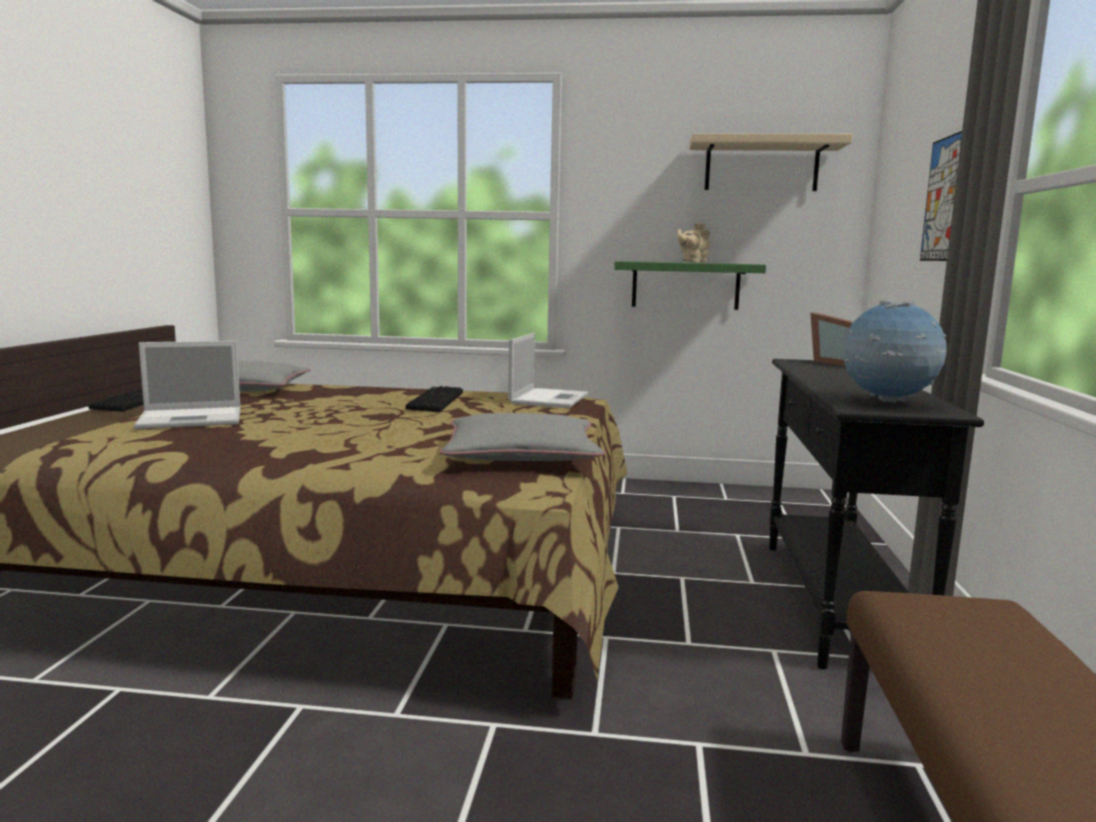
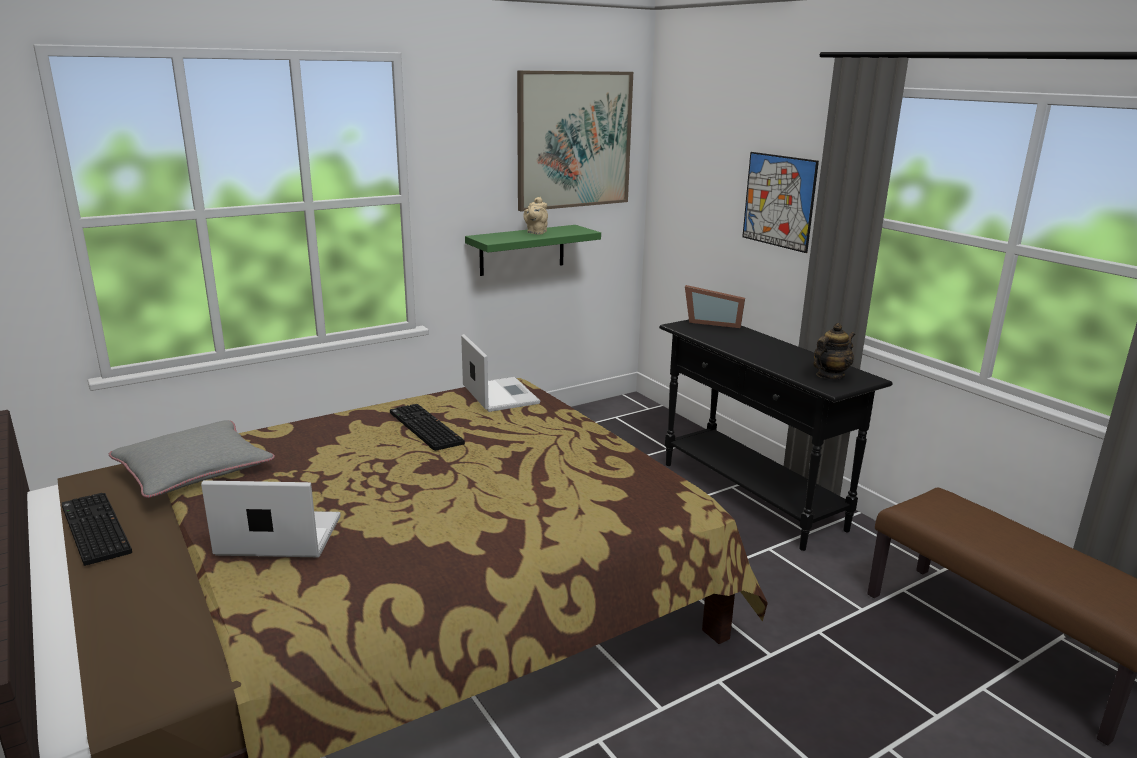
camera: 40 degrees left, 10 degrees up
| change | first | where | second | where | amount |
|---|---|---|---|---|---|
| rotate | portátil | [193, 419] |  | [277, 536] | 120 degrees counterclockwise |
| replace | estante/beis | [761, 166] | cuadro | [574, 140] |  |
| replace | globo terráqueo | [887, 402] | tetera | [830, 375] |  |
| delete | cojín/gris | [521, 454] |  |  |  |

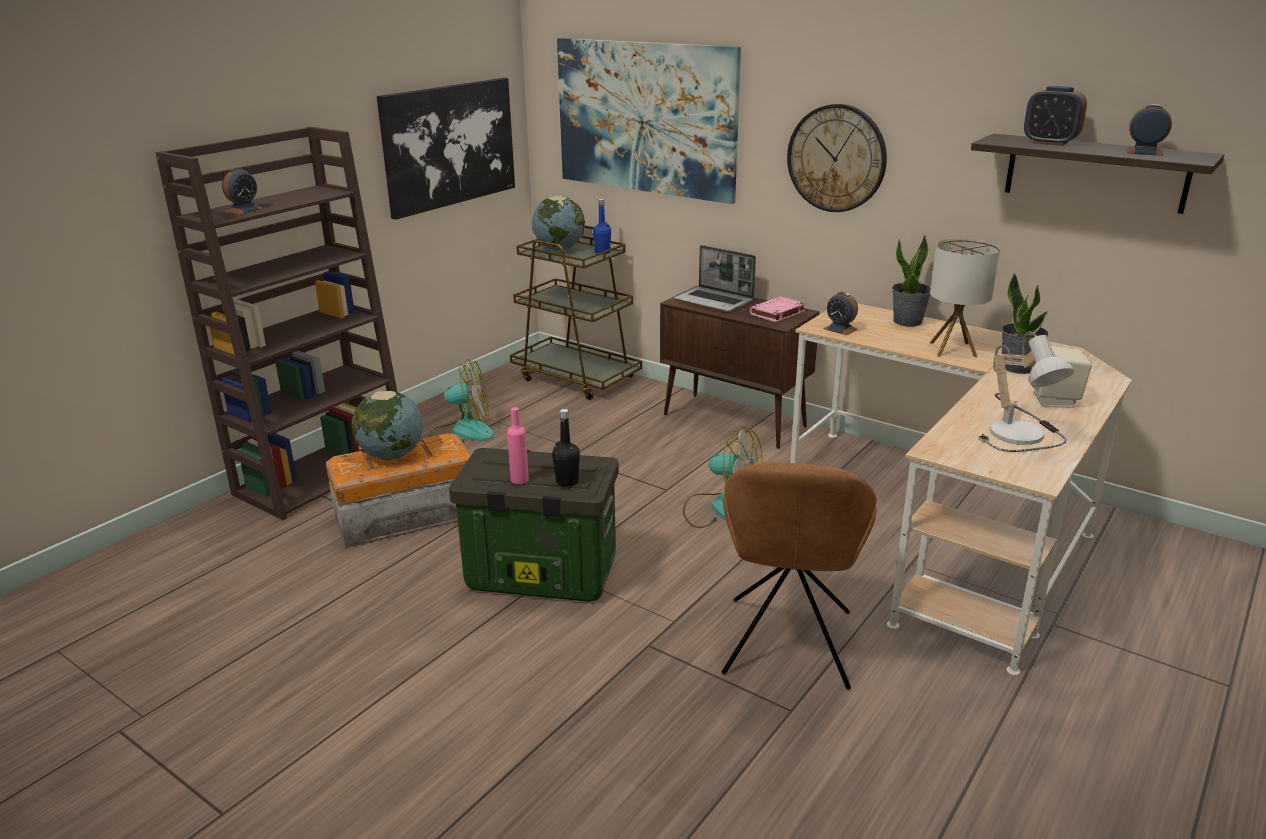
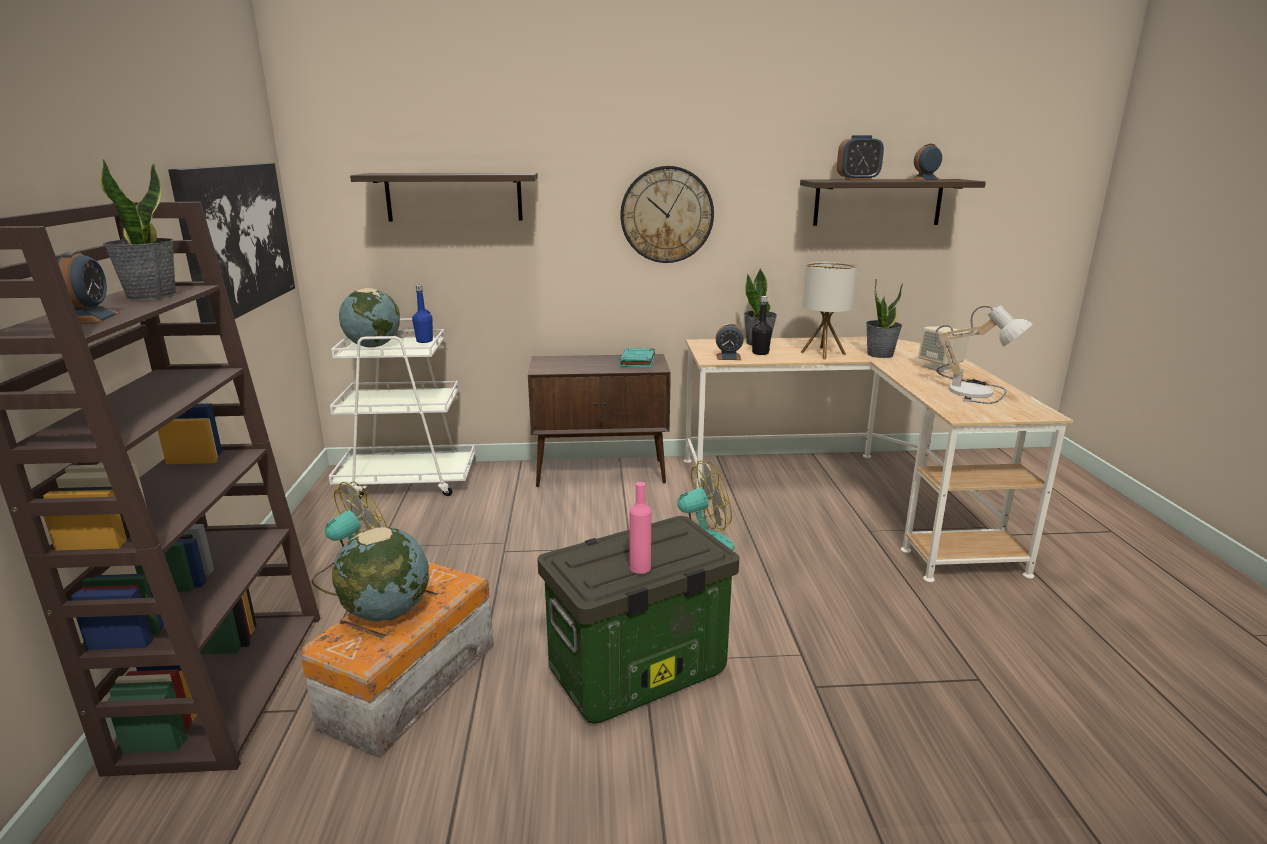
camera: 40 degrees left, 5 degrees down
| change | first | where | second | where | amount |
|---|---|---|---|---|---|
| insert |  |  | planta en maceta | [151, 296] |  |
| recolor | carrito/marrón | [576, 378] | carrito/blanco | [408, 481] |  |
| replace | cuadro | [645, 118] | estante | [454, 197] |  |
| recolor | libro/rosa | [777, 313] | libro/turquesa | [637, 361] |  |
| move | botella/negro | [567, 481] |  | [760, 353] |  |
| delete | portátil | [715, 301] |  |  |  |
| delete | silla/marrón | [787, 646] |  |  |  |

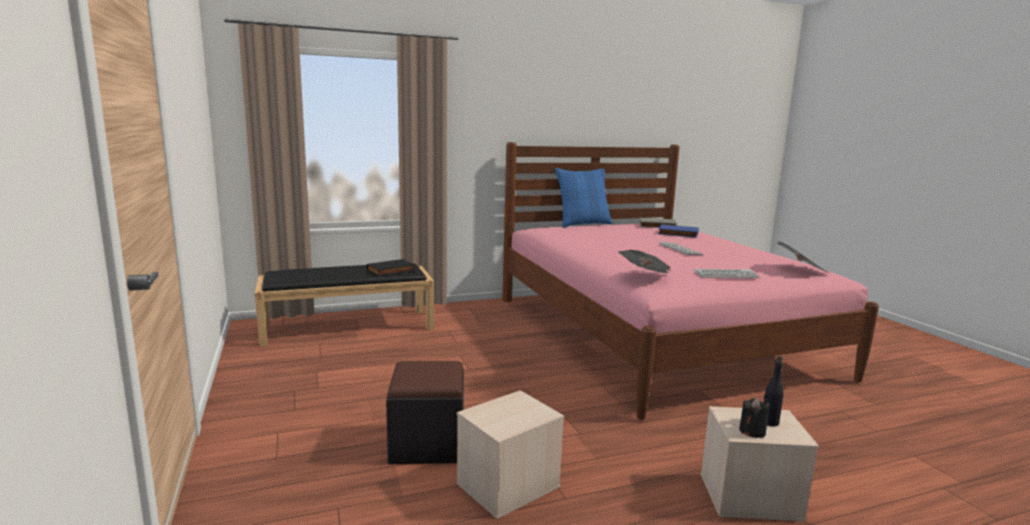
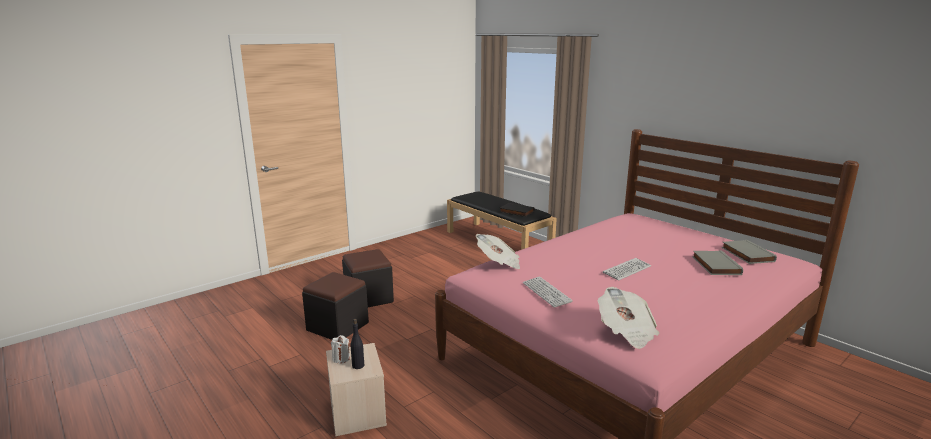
camera: 70 degrees right, 5 degrees up
| change | first | where | second | where | amount |
|---|---|---|---|---|---|
| replace | caja de almacenaje/beis | [508, 486] | puf/negro | [337, 326] |  |
| recolor | vela/negro | [752, 431] | vela/blanco | [341, 358] |  |
| recolor | libro/azul | [677, 234] | libro/gris | [714, 265] |  |
| delete | cojín/azul | [583, 224] |  |  |  |

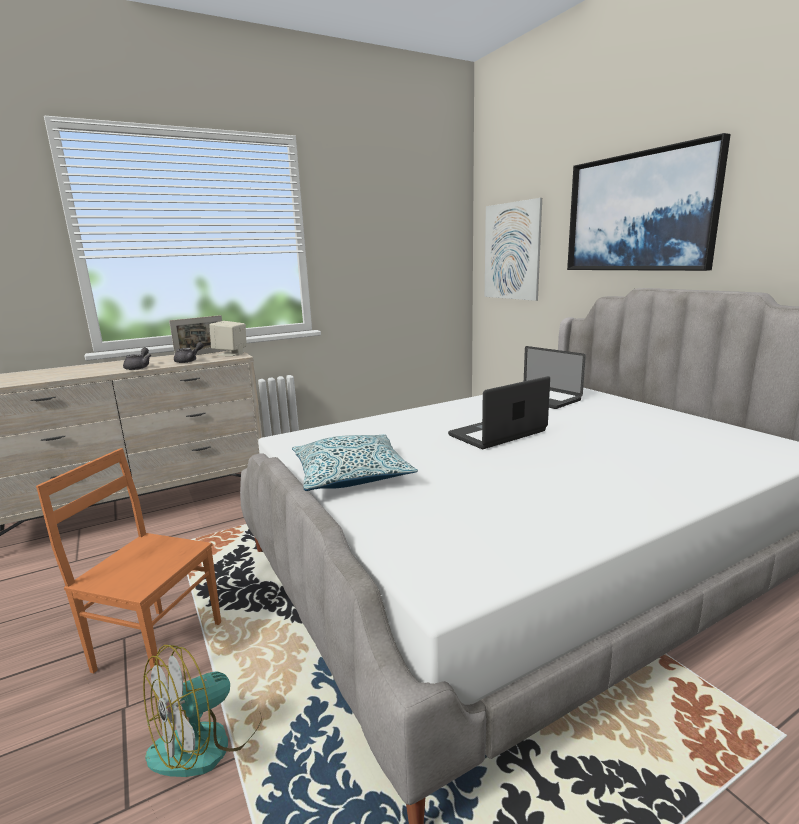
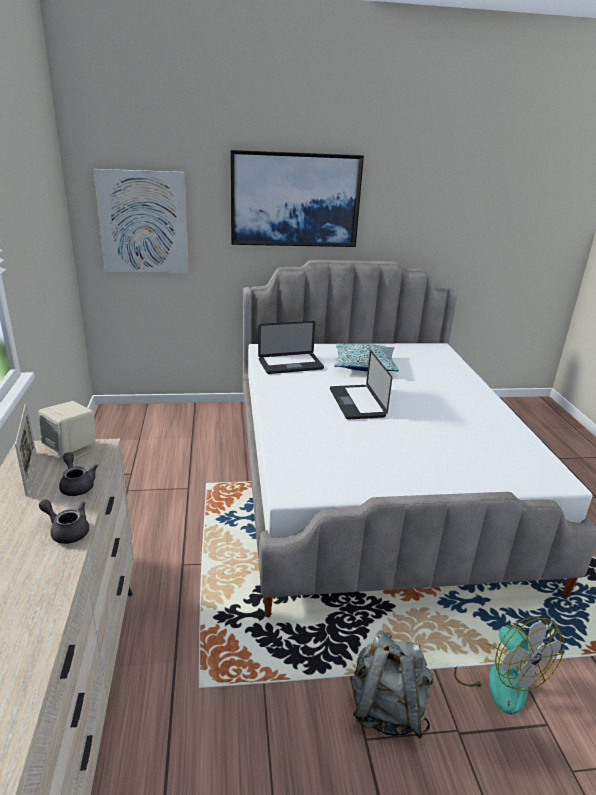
camera: 70 degrees left, 10 degrees up
| change | first | where | second | where | amount |
|---|---|---|---|---|---|
| move | cojín | [351, 475] |  | [364, 365] |  |
| replace | silla/naranja | [159, 645] | mochila/gris | [387, 708] |  |

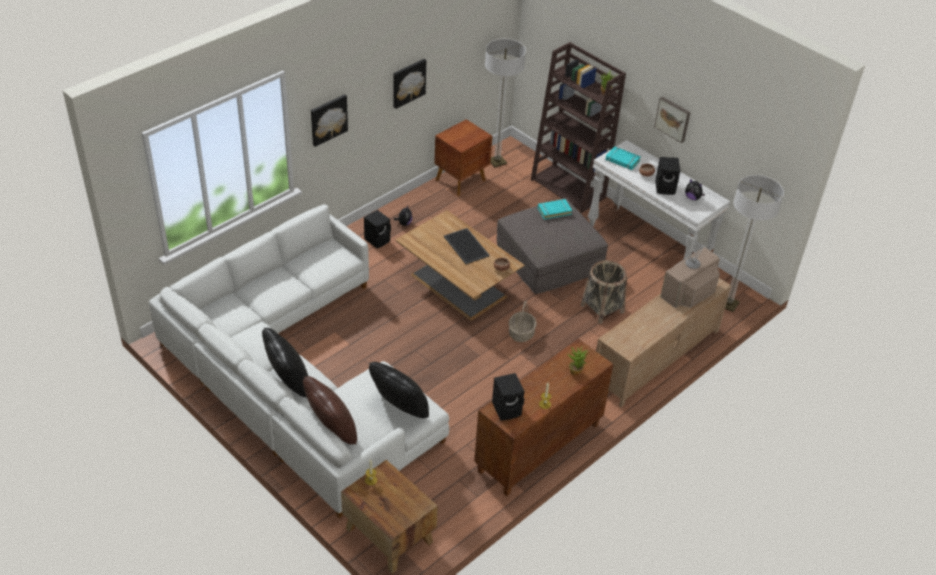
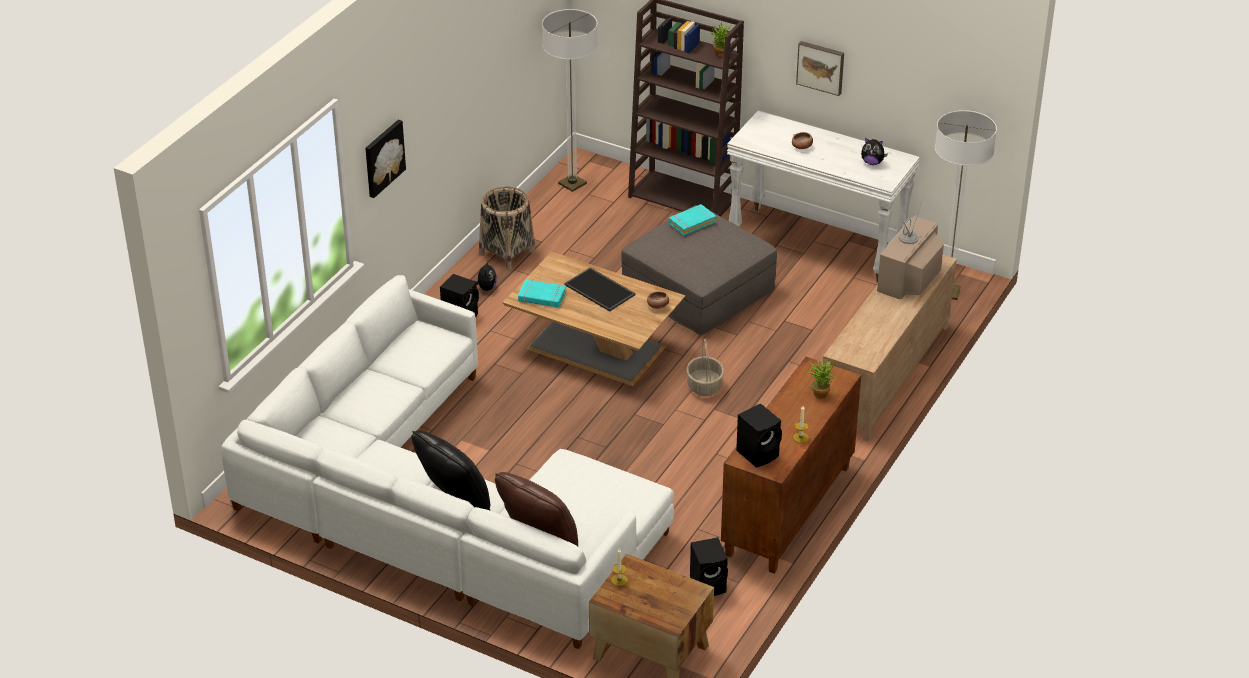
camera: 15 degrees left, 5 degrees down
| change | first | where | second | where | amount |
|---|---|---|---|---|---|
| move | cesta | [602, 308] |  | [507, 252] |  |
| move | libro/turquesa | [622, 160] |  | [542, 297] |  |
| move | altavoz/negro | [666, 188] |  | [709, 584] |  |
| delete | cojín/negro | [399, 409] |  |  |  |
| delete | cuadro | [408, 82] |  |  |  |
| delete | mesita de noche/marrón | [461, 180] |  |  |  |

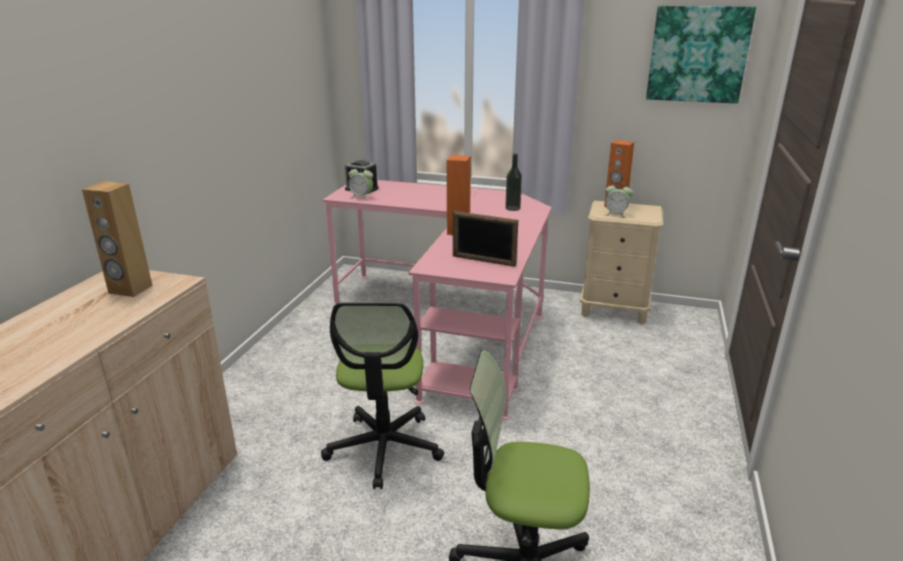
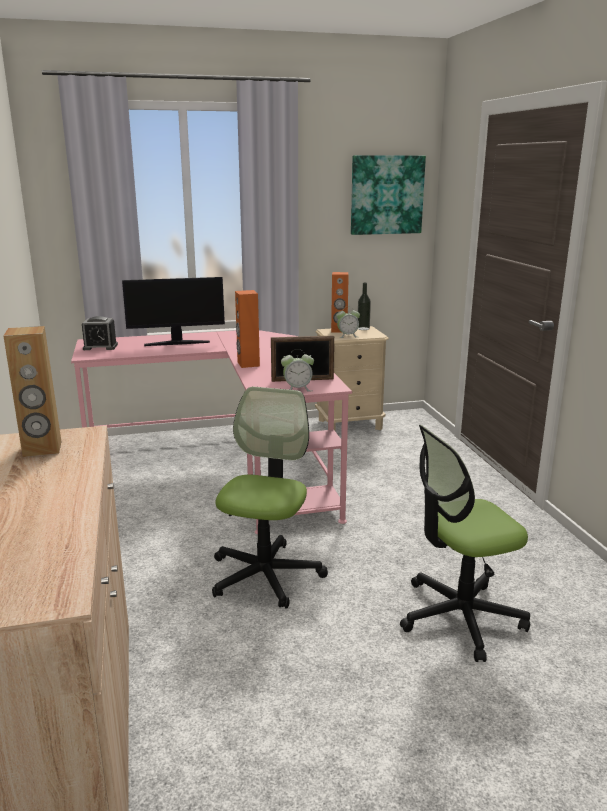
camera: 30 degrees left, 5 degrees down
| change | first | where | second | where | amount |
|---|---|---|---|---|---|
| insert |  |  | monitor | [177, 343] |  |
| rotate | silla de oficina | [384, 448] |  | [265, 575] | 135 degrees counterclockwise |
| move | despertador | [361, 197] |  | [297, 389] |  |
| move | botella | [512, 208] |  | [363, 328] |  |

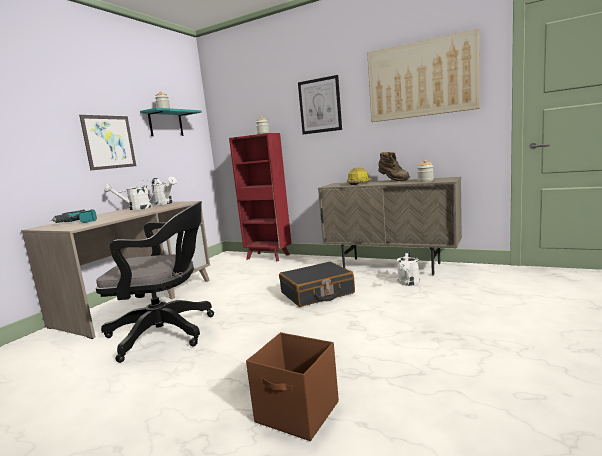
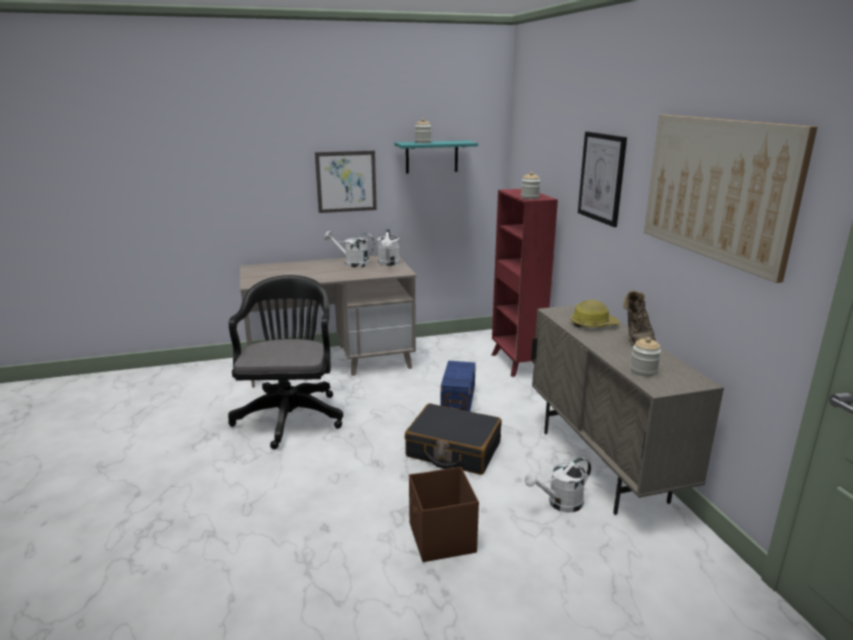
camera: 45 degrees right, 10 degrees up
| change | first | where | second | where | amount |
|---|---|---|---|---|---|
| rotate | silla de oficina/negro | [167, 333] |  | [290, 414] | 135 degrees counterclockwise |
| move | caja de almacenaje/marrón | [298, 413] |  | [441, 538] |  |
| insert |  |  | caja de almacenaje/azul | [457, 399] |  |
| delete | taladro | [77, 222] |  |  |  |

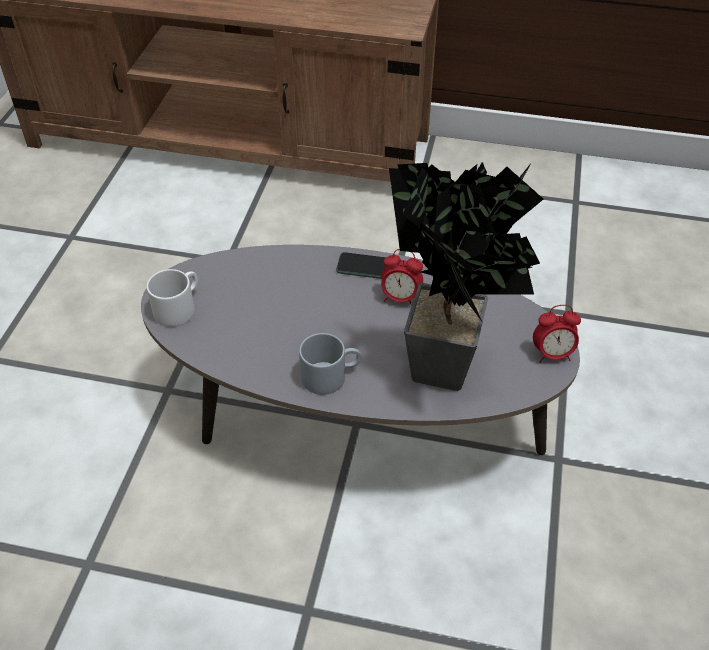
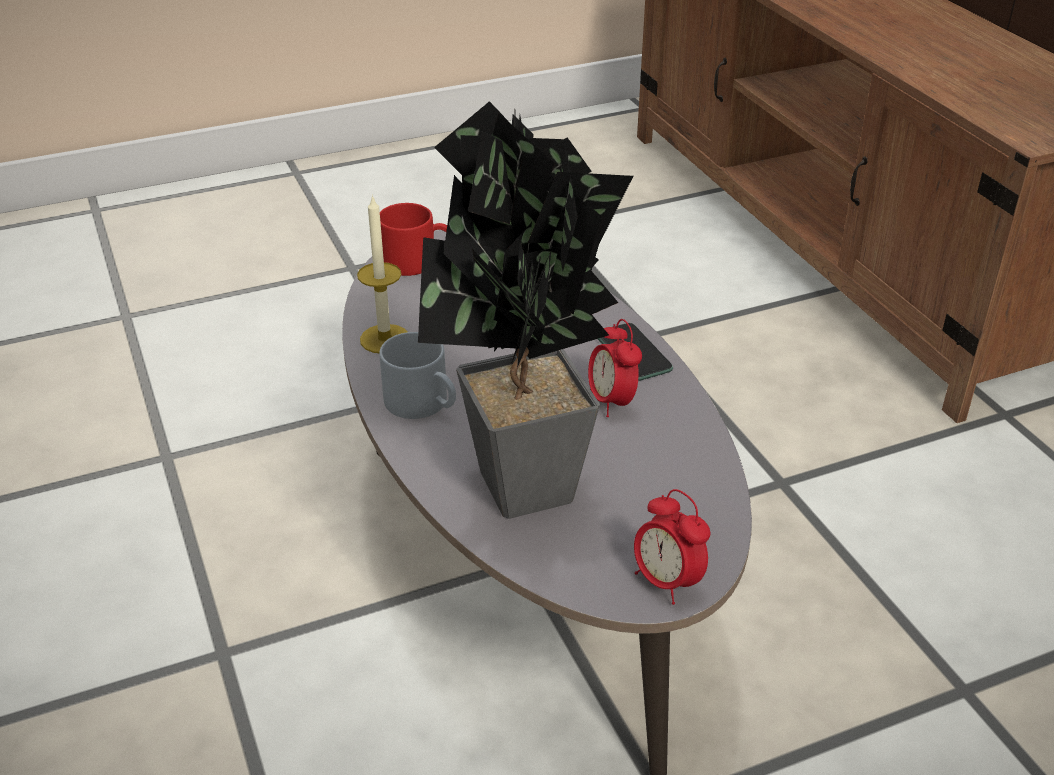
camera: 55 degrees right, 10 degrees down
| change | first | where | second | where | amount |
|---|---|---|---|---|---|
| insert |  |  | vela | [384, 339] |  |
| recolor | taza grande/blanco | [178, 307] | taza grande/rojo | [418, 261] |  |

